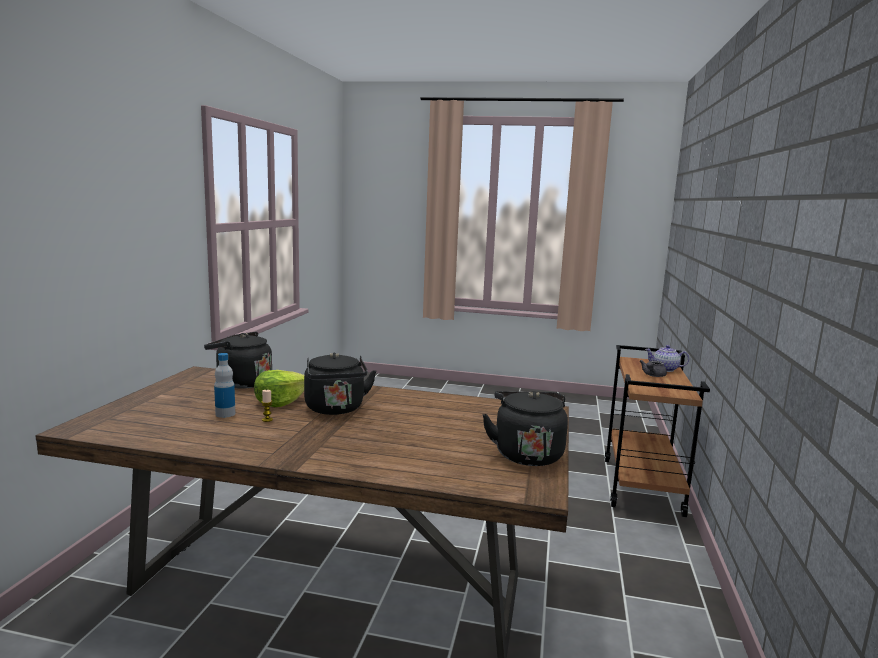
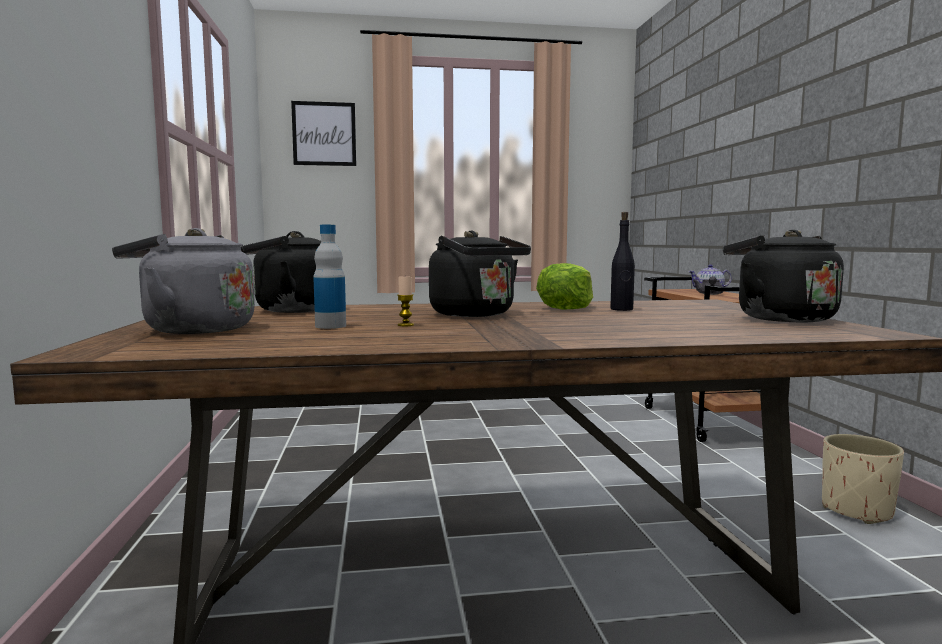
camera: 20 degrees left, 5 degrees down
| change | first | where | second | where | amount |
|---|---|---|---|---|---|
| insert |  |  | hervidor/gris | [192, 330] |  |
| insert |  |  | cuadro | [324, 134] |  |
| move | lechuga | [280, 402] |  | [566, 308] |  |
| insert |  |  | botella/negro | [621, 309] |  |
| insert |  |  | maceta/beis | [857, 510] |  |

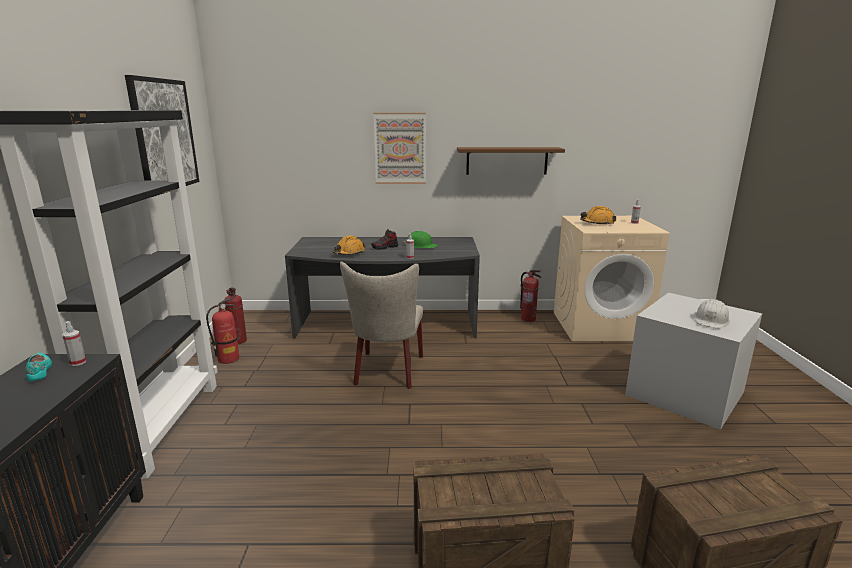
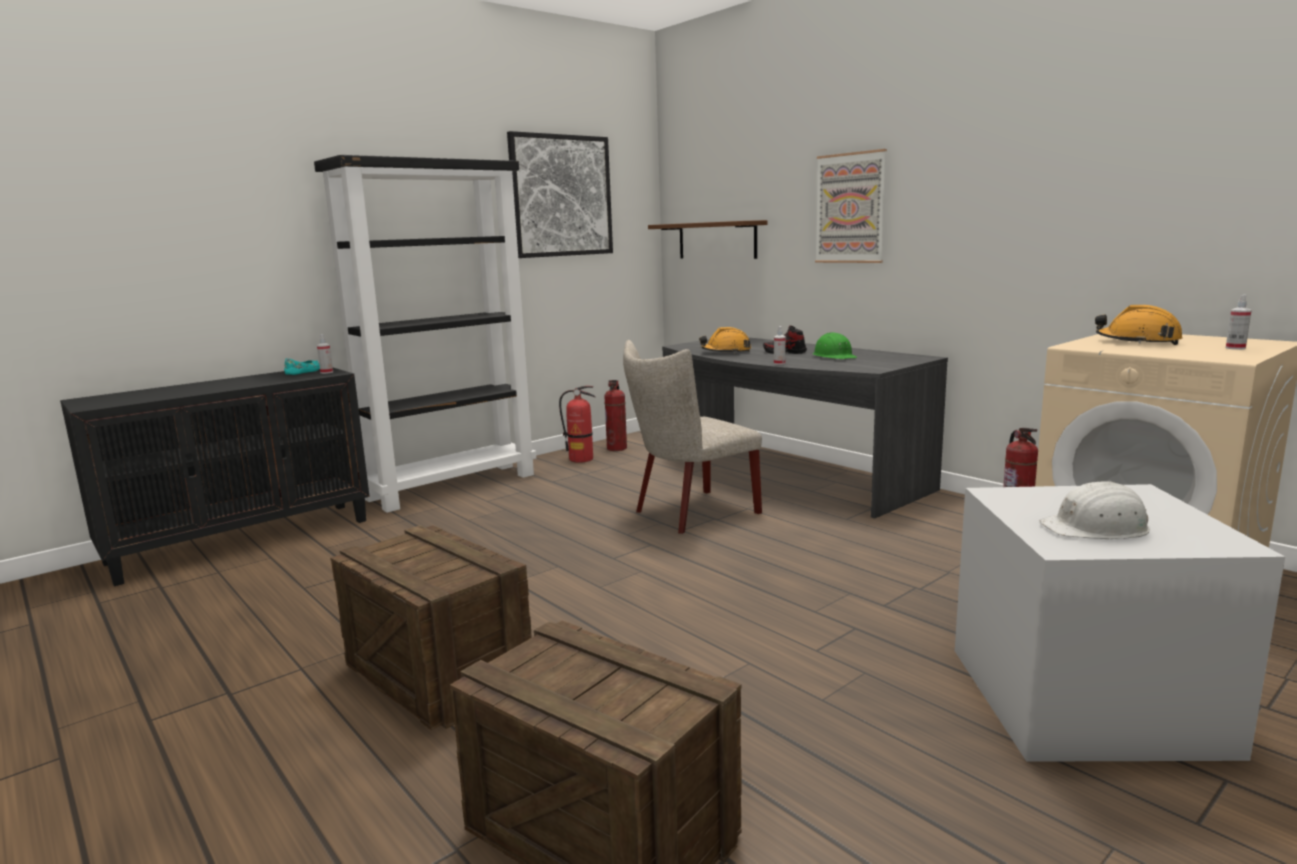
camera: 50 degrees right, 5 degrees down
| change | first | where | second | where | amount |
|---|---|---|---|---|---|
| move | estante/marrón | [506, 160] |  | [717, 240] |  |

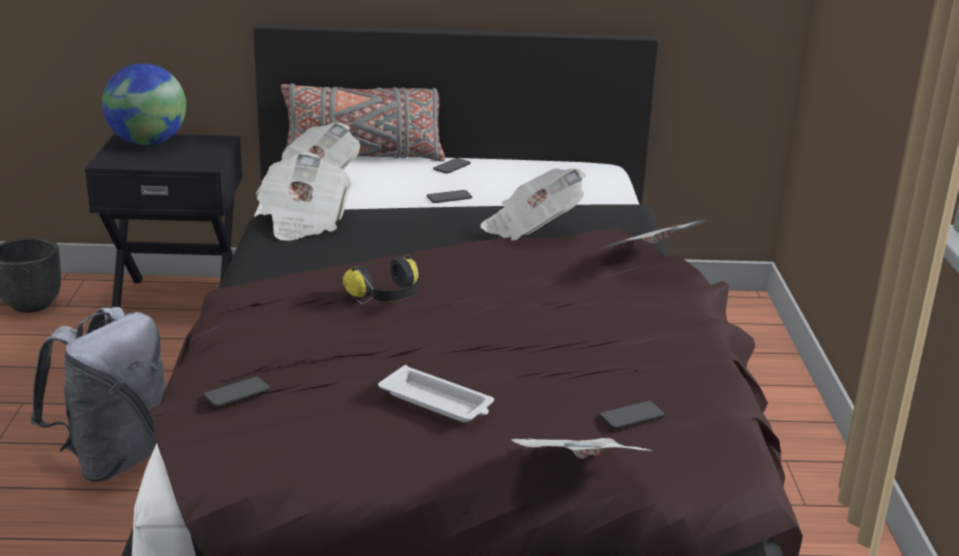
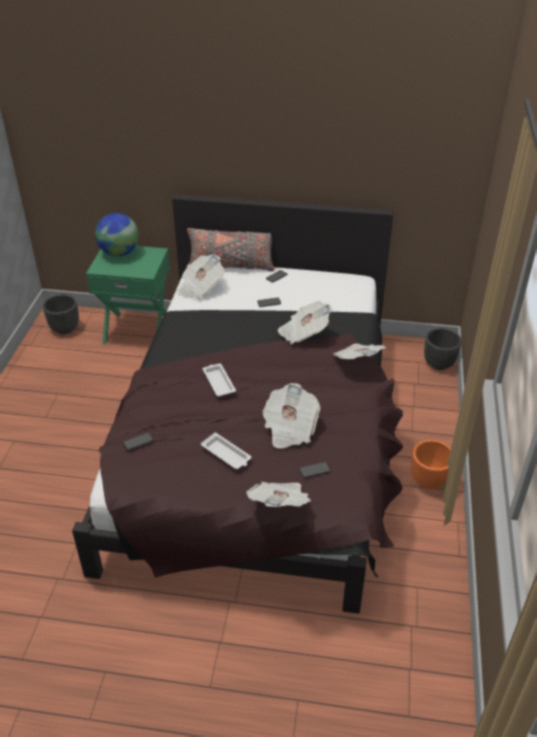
camera: 10 degrees right, 15 degrees up
| change | first | where | second | where | amount |
|---|---|---|---|---|---|
| recolor | mesita de noche/negro | [179, 301] | mesita de noche/verde | [138, 330] |  |
| replace | auriculares | [387, 297] | bandeja/blanco | [218, 382] |  |
| move | periódico | [302, 222] |  | [289, 428] |  |
| insert |  |  | maceta/naranja | [429, 480] |  |
| insert |  |  | maceta/negro | [439, 364] |  |
| delete | mochila/gris | [114, 458] |  |  |  |

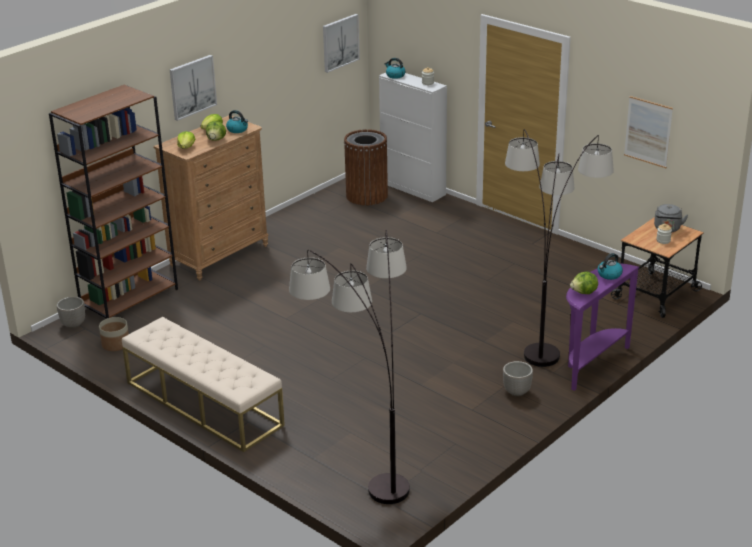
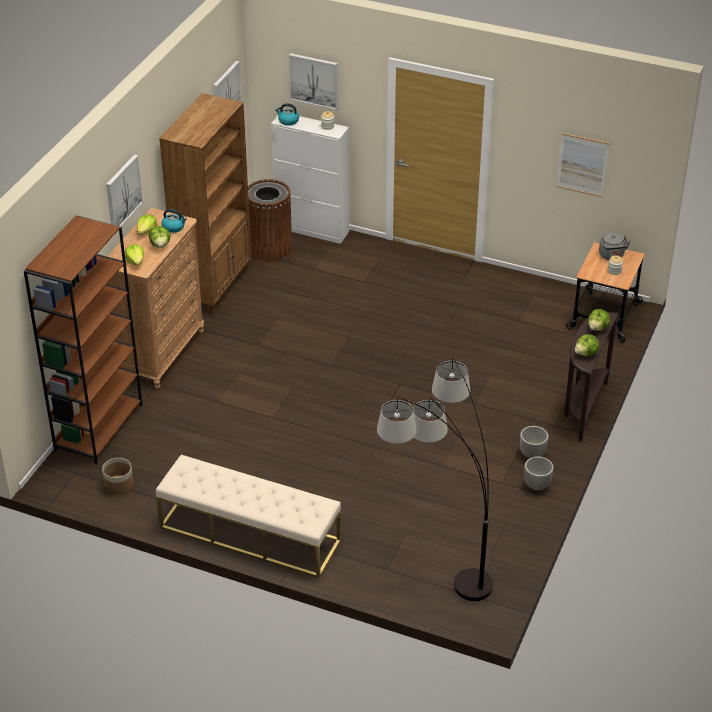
camera: 20 degrees left, 10 degrees up
| change | first | where | second | where | amount |
|---|---|---|---|---|---|
| insert |  |  | estantería/marrón | [214, 284] |  |
| insert |  |  | cuadro | [314, 80] |  |
| move | maceta | [73, 325] |  | [537, 485] |  |
| recolor | mesa consola/morado | [591, 364] | mesa consola/marrón | [582, 408] |  |
| replace | hervidor | [609, 275] | lechuga | [597, 328] |  |
| delete | lámpara de pie | [546, 333] |  |  |  |

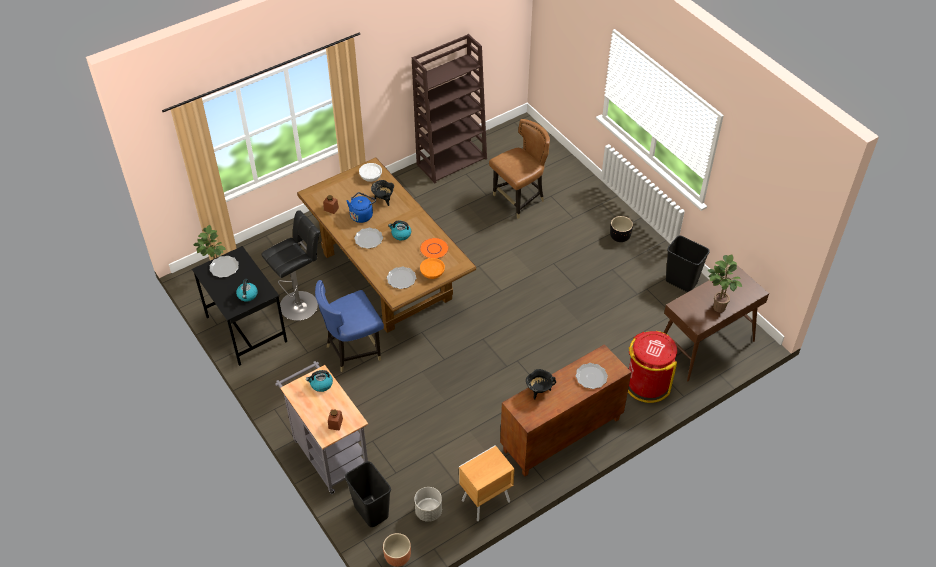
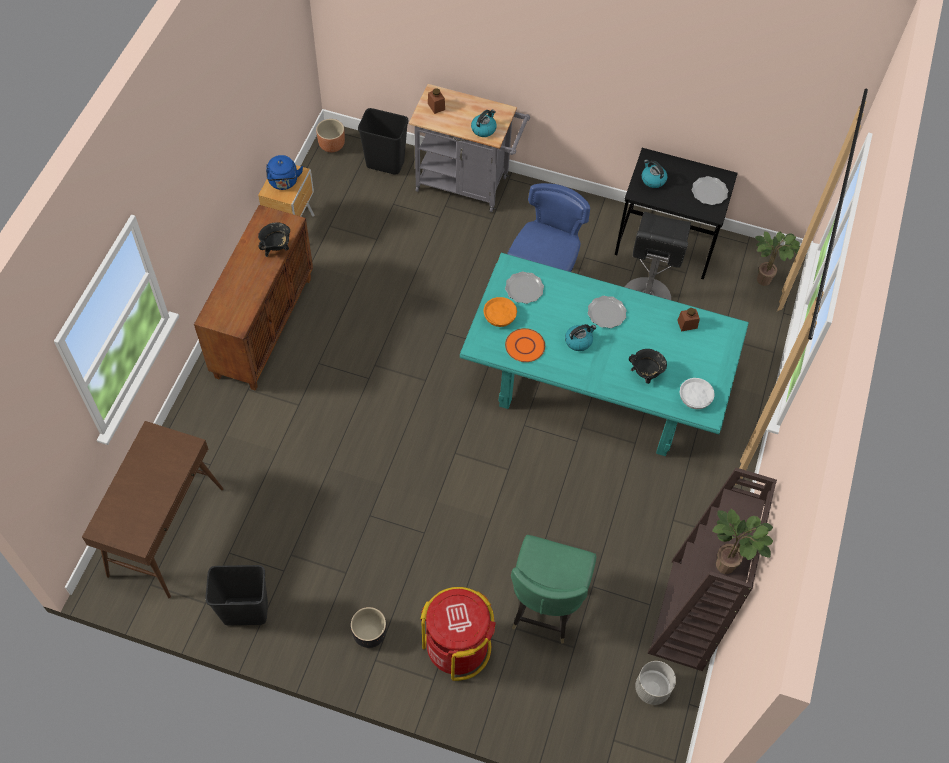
camera: 140 degrees right, 10 degrees up
| change | first | where | second | where | amount |
|---|---|---|---|---|---|
| move | hervidor/azul | [362, 215] |  | [283, 182] |  |
| move | papelera/rojo | [647, 383] |  | [457, 646] |  |
| recolor | mesa de comedor/marrón | [386, 275] | mesa de comedor/turquesa | [596, 388] |  |
| recolor | silla/marrón | [519, 200] | silla/verde | [544, 608] |  |
| move | maceta/gris | [428, 511] |  | [652, 689] |  |
| move | planta en maceta | [717, 306] |  | [729, 565] |  |
| delete | plato | [591, 377] |  |  |  |

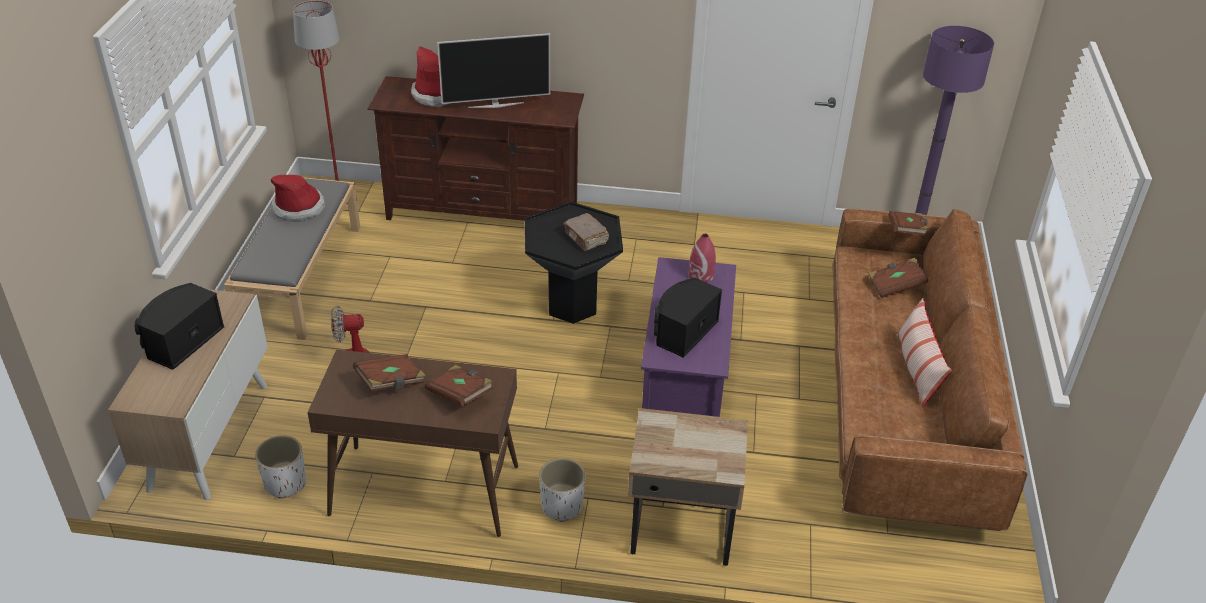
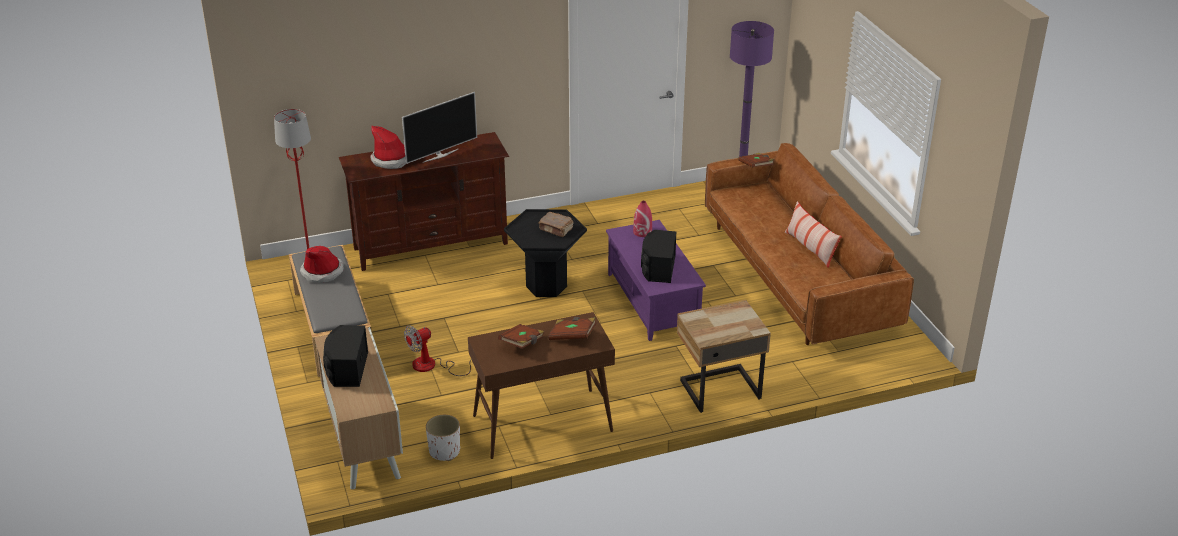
camera: 25 degrees left, 5 degrees down
| change | first | where | second | where | amount |
|---|---|---|---|---|---|
| delete | maceta/blanco | [562, 506] |  |  |  |
| delete | libro/marrón | [895, 286] |  |  |  |

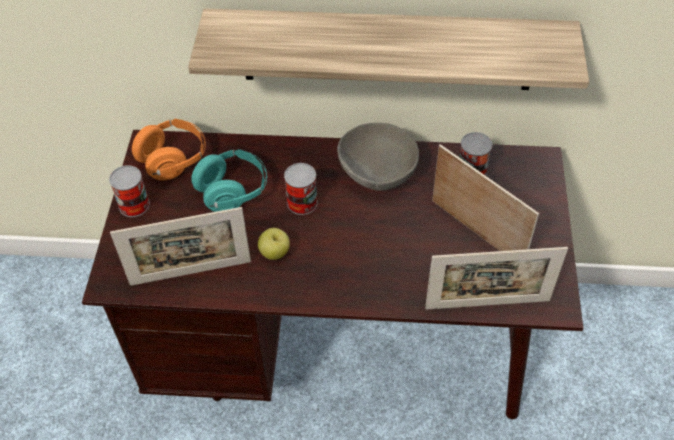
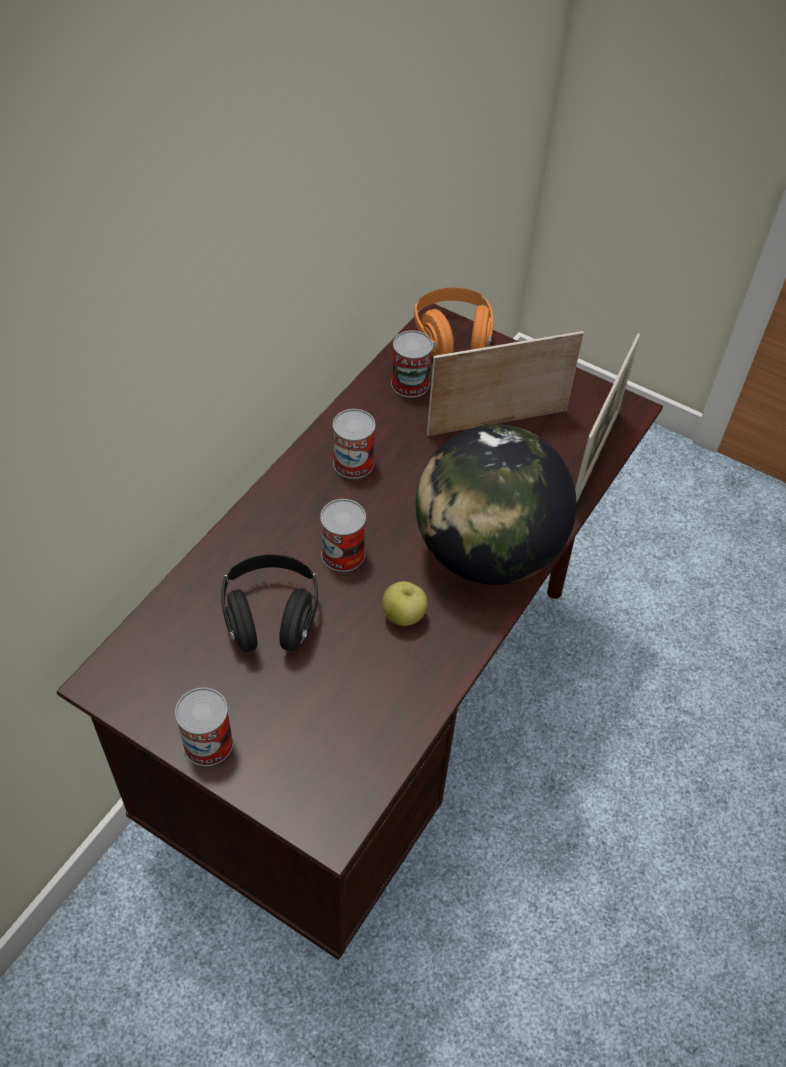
camera: 65 degrees left, 0 degrees up
| change | first | where | second | where | amount |
|---|---|---|---|---|---|
| recolor | auriculares/turquesa | [233, 191] | auriculares/negro | [271, 617] |  |
| replace | cuenco/gris | [378, 174] | lata | [353, 463] |  |
| move | auriculares/naranja | [173, 160] |  | [452, 339] |  |
| insert |  |  | globo terráqueo | [487, 552] |  |
| delete | portarretratos | [191, 273] |  |  |  |
| delete | estante | [387, 49] |  |  |  |

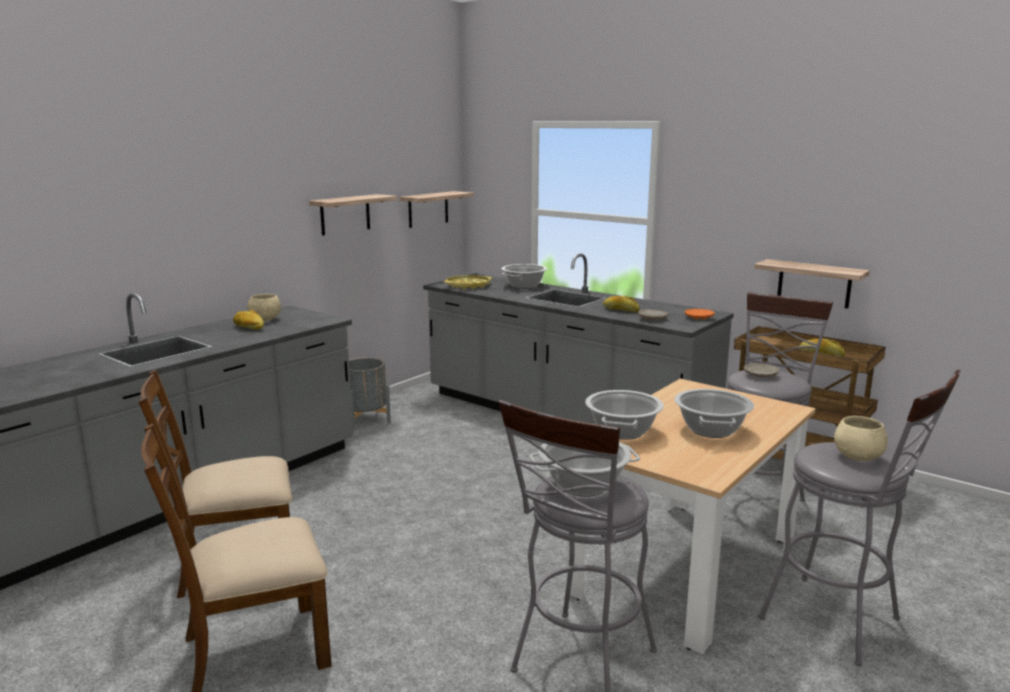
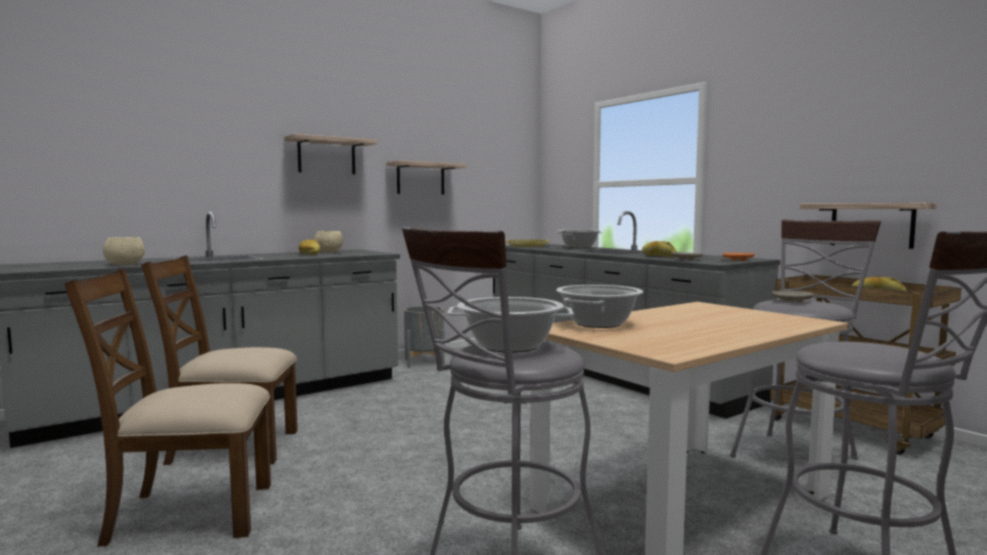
camera: 15 degrees right, 10 degrees down
| change | first | where | second | where | amount |
|---|---|---|---|---|---|
| move | cuenco/beis | [858, 457] |  | [125, 264] |  |
| move | estante | [428, 209] |  | [326, 156] |  |
| delete | olla | [711, 430] |  |  |  |

